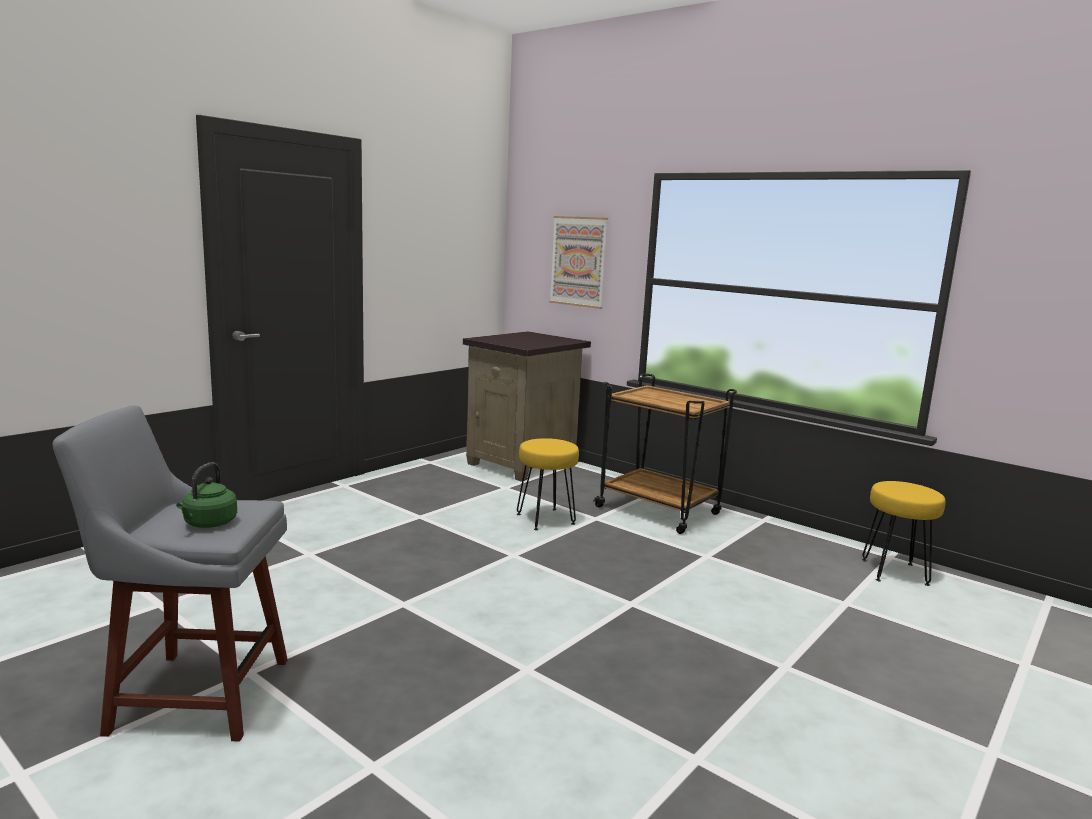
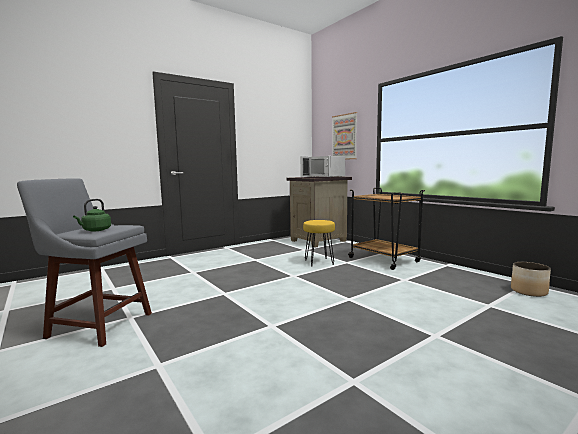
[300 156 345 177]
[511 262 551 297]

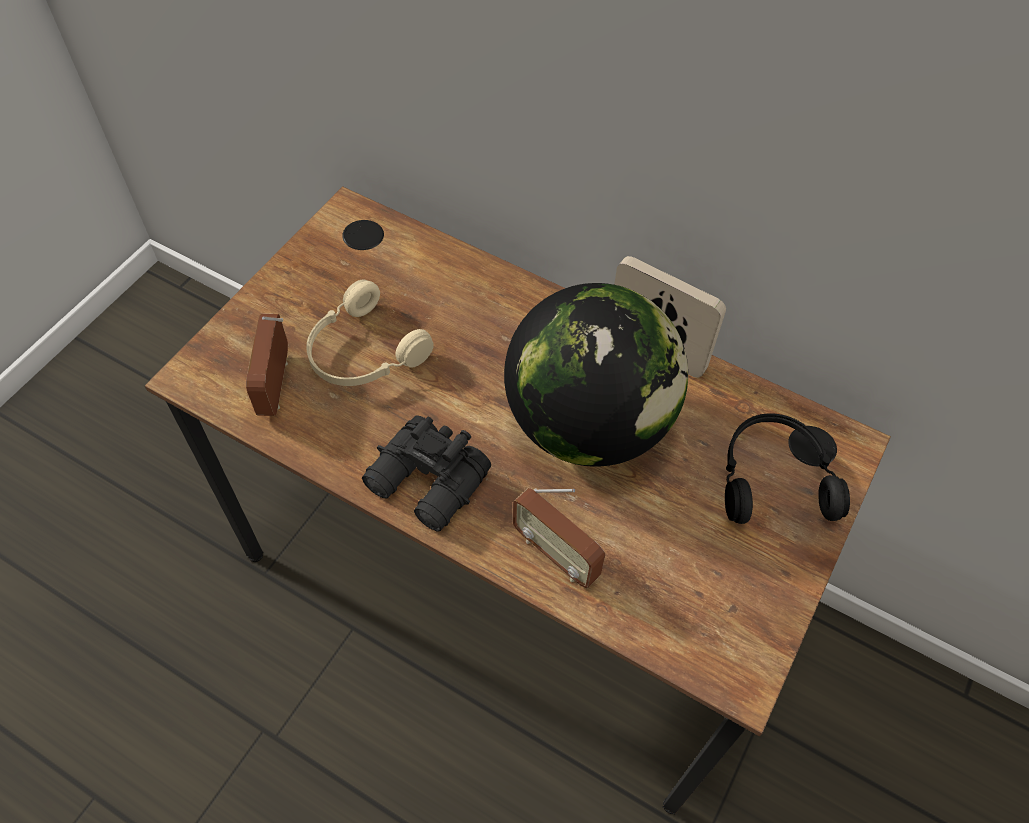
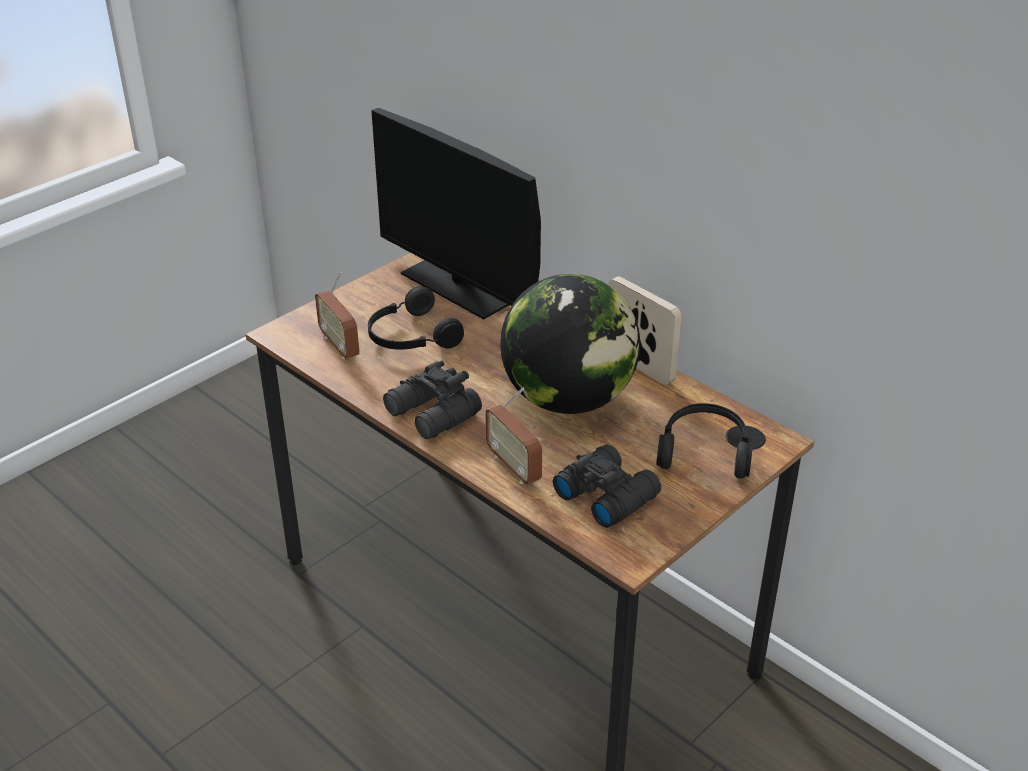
[315 272 359 359]
[368 286 464 350]
[371 108 541 319]
[553 444 661 528]

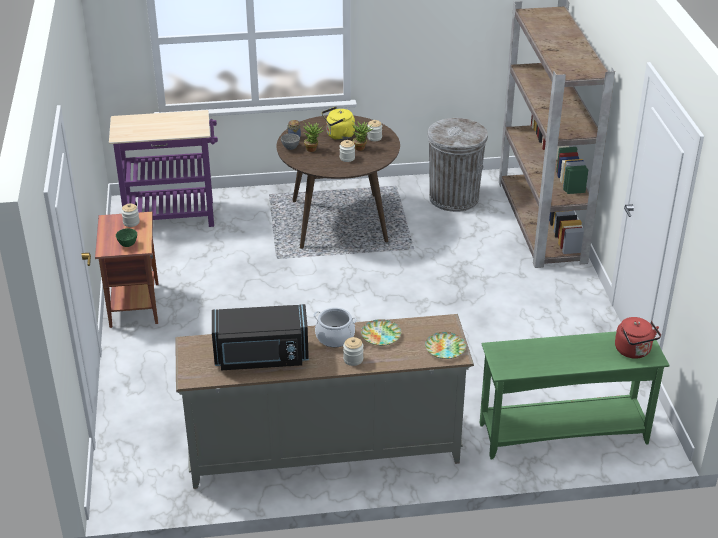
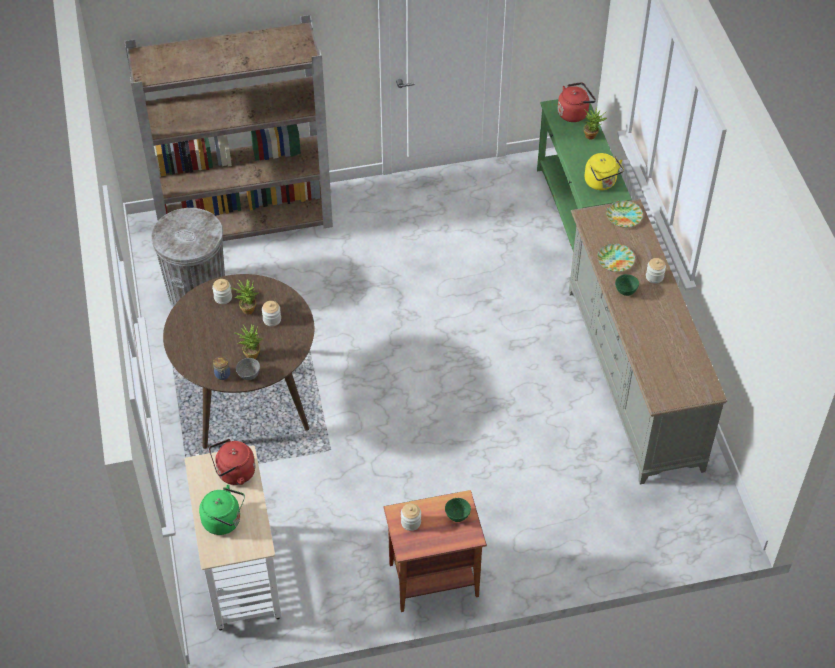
[185 445 282 631]
[199 484 245 535]
[209 439 255 485]
[584 107 607 140]
[584 153 624 190]
[615 274 639 296]
[212 304 309 370] (first image)

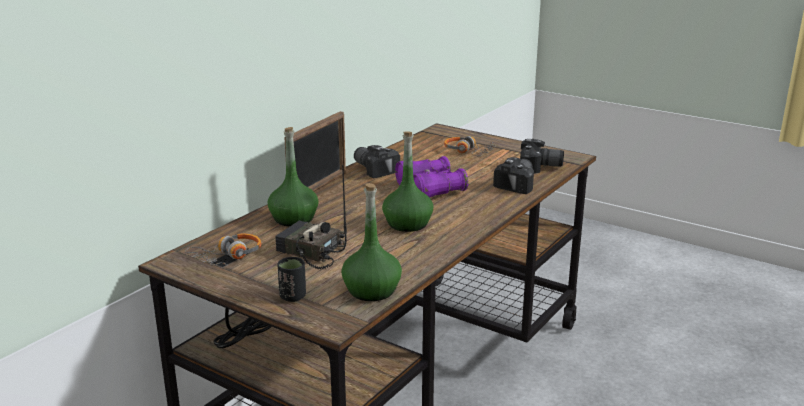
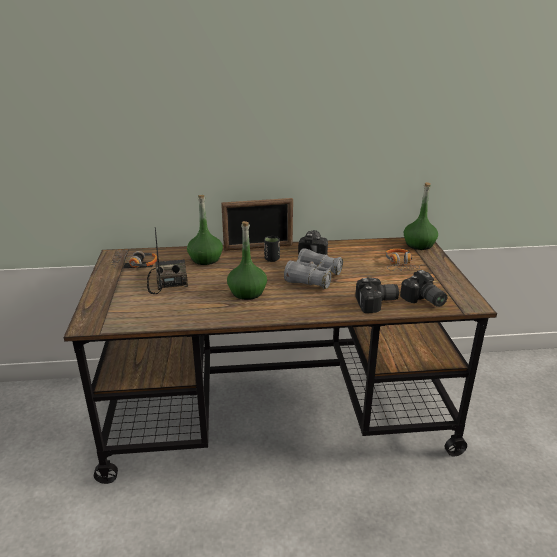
[264 236 280 262]
[284 248 343 289]
[404 182 438 250]

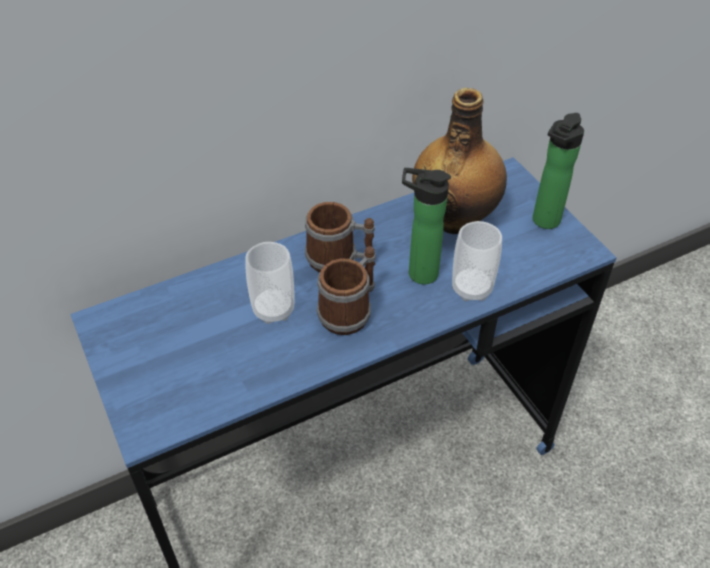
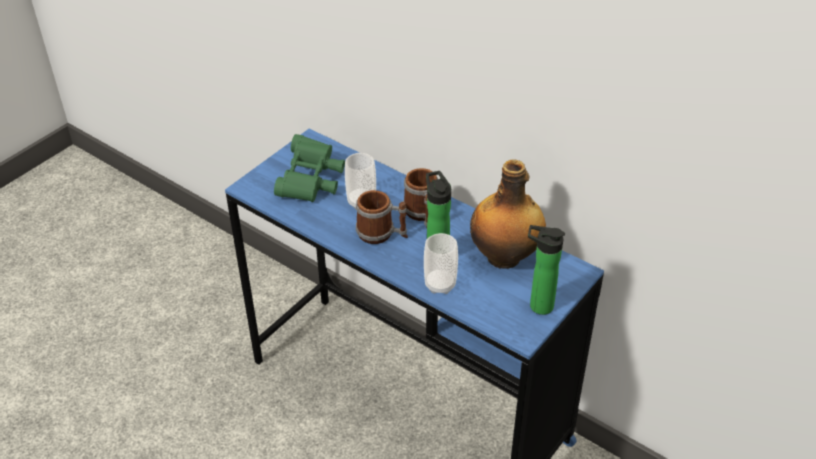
[274 134 345 202]

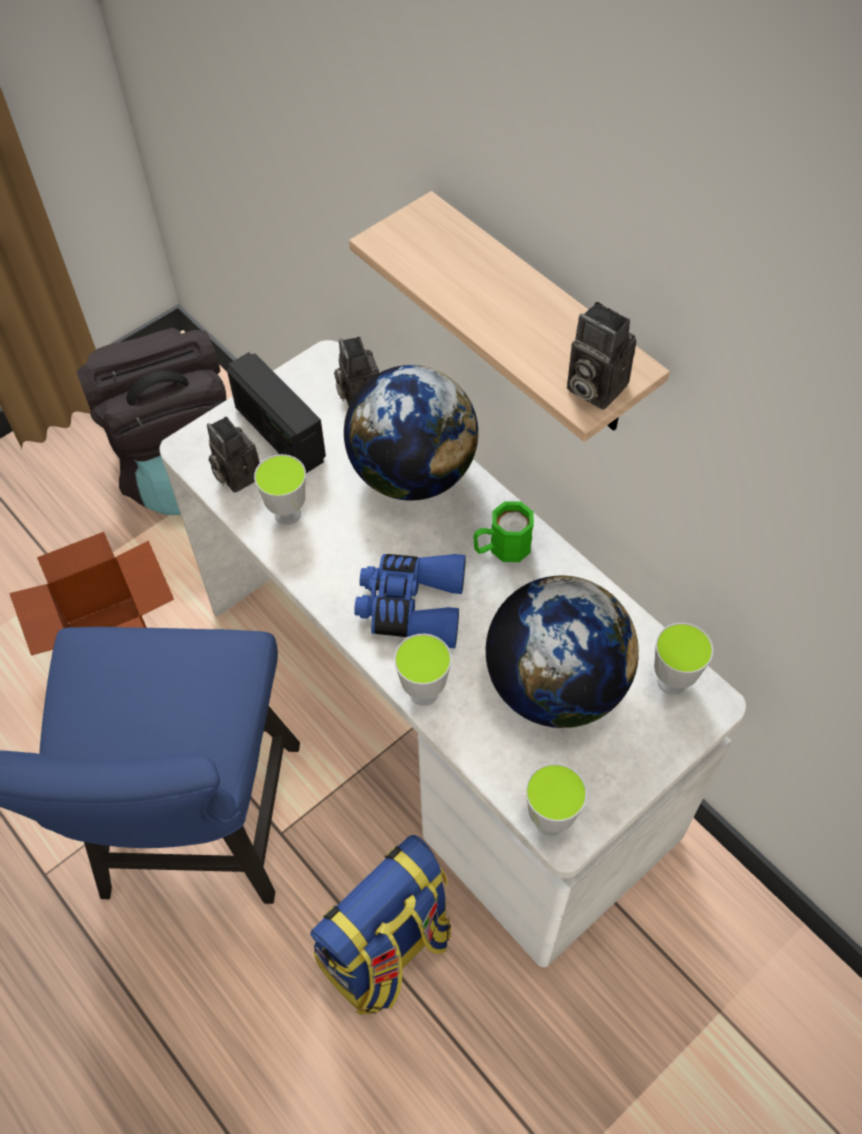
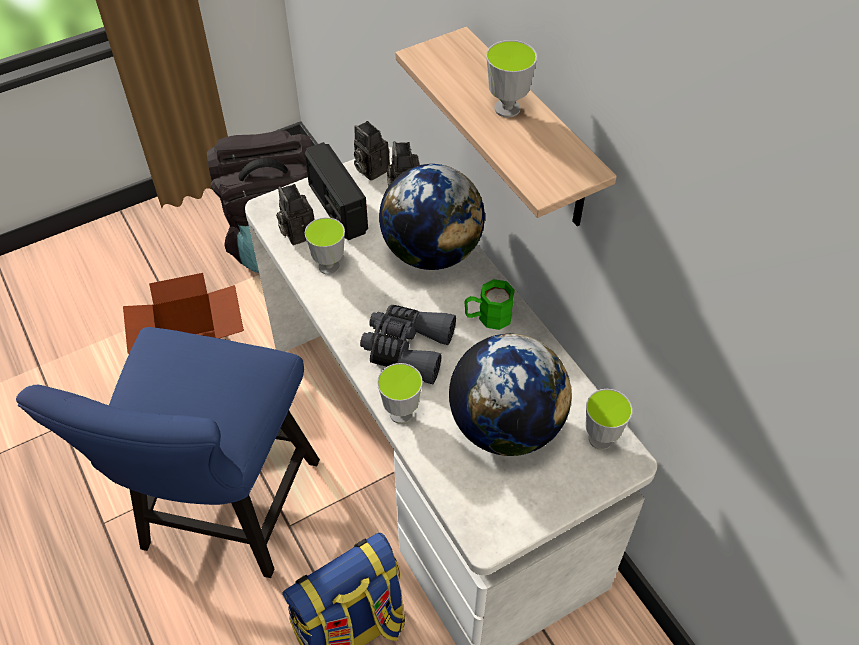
[354 121 390 181]
[360 305 456 384]
[486 40 537 118]

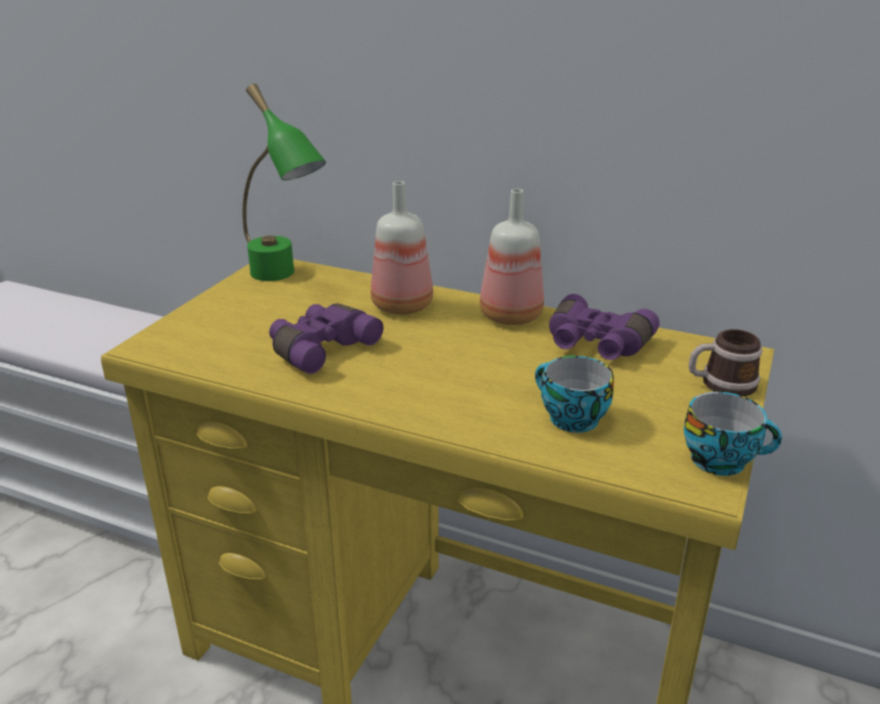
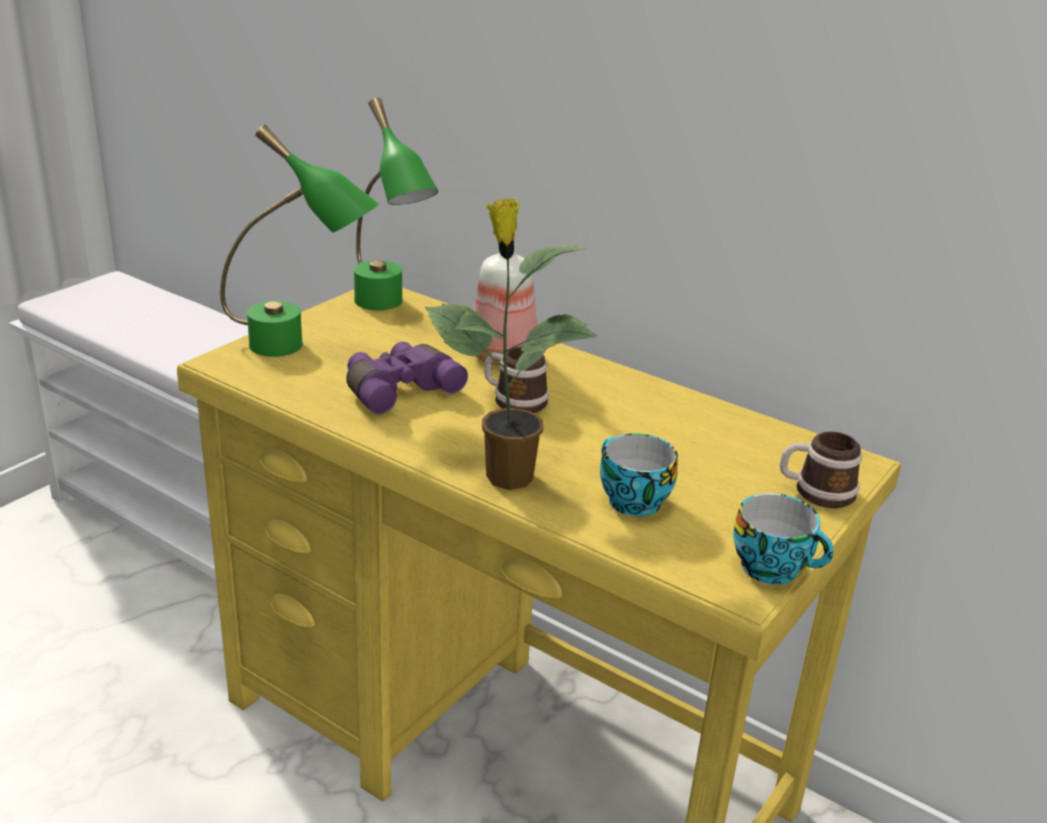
[220 125 379 357]
[425 198 598 490]
[484 347 549 413]
[480 189 544 325] (first image)
[549 294 659 360] (first image)

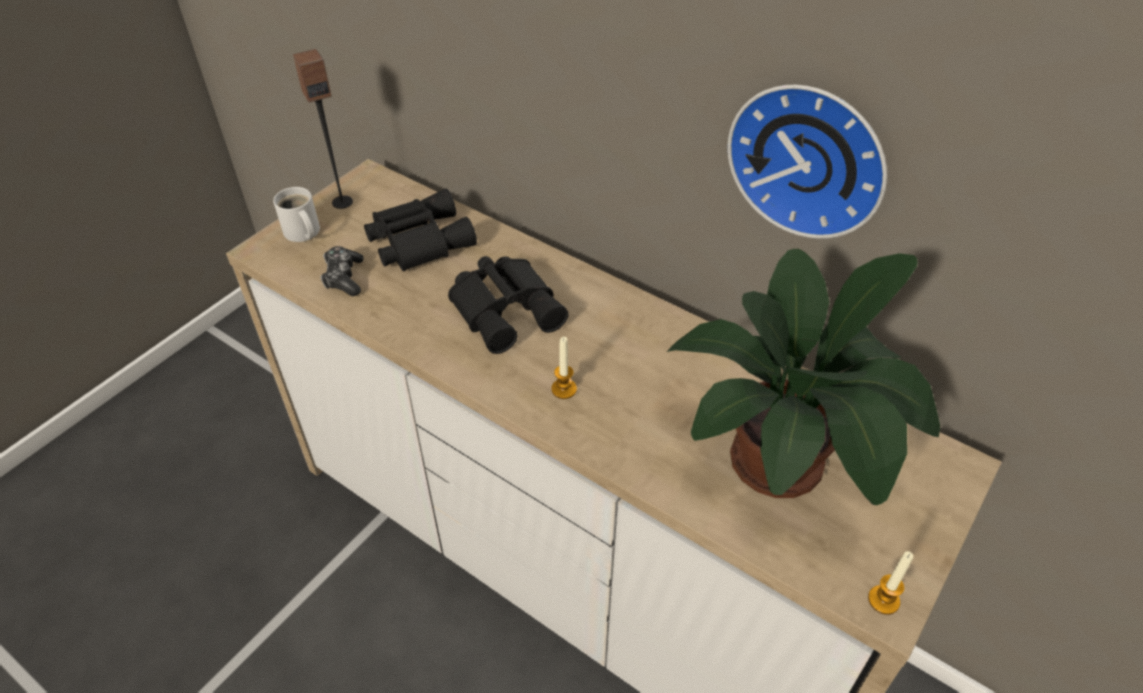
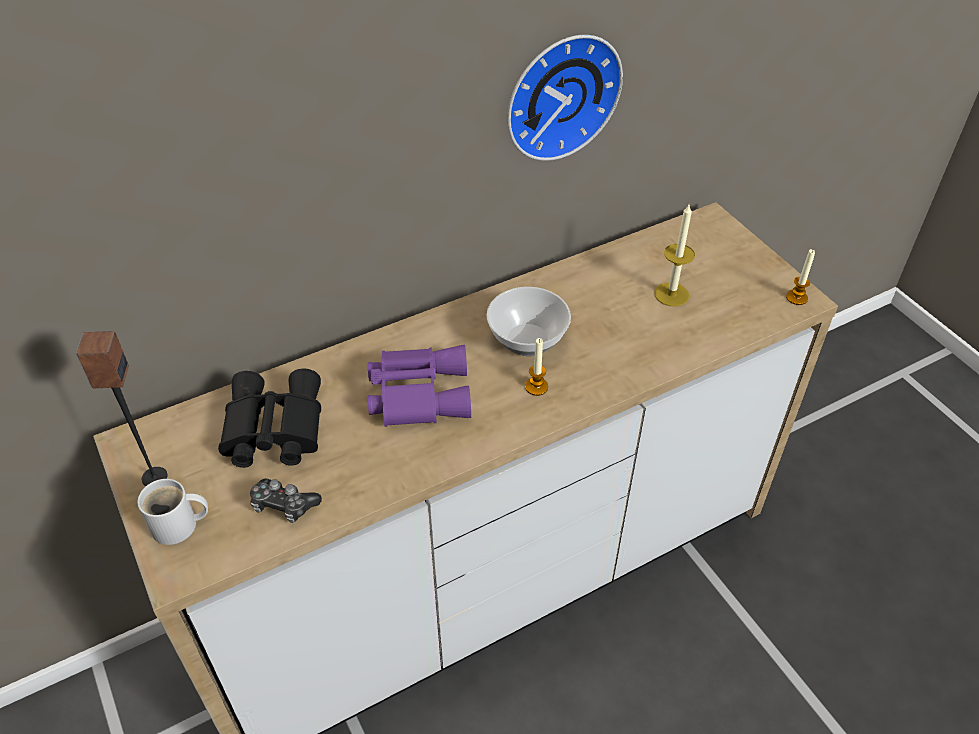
[368 345 471 427]
[486 287 571 356]
[654 205 695 306]

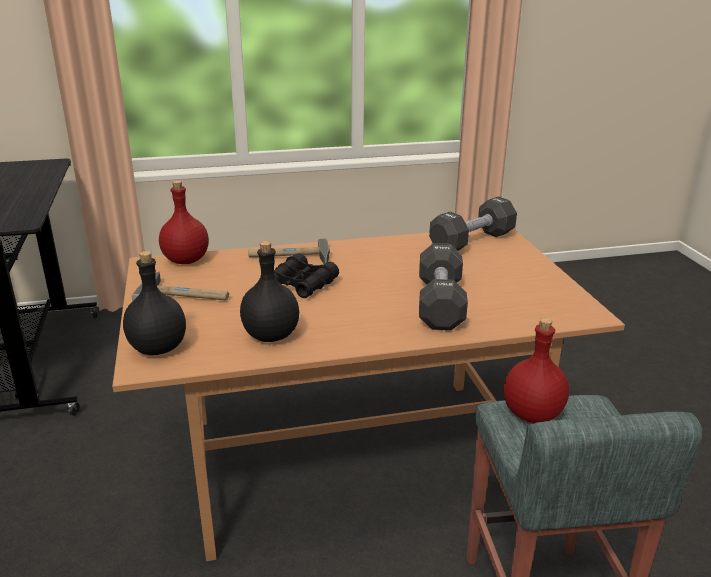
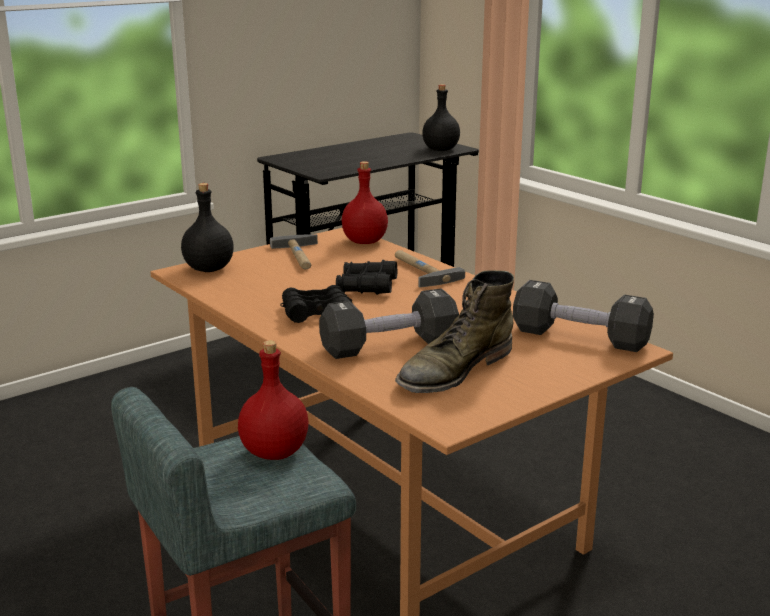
[281 285 352 323]
[395 270 514 393]
[422 84 460 151]

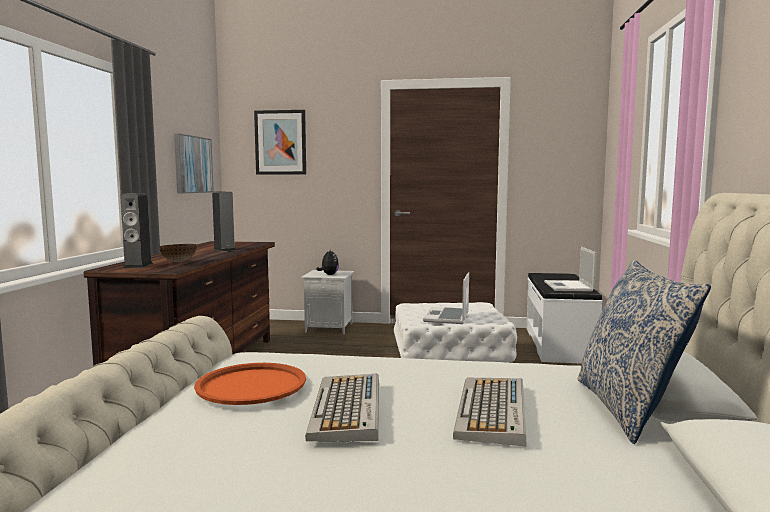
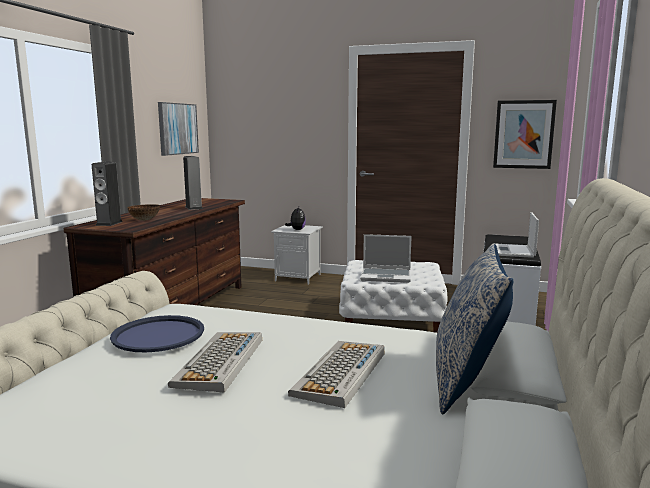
[110 315 204 352]
[360 234 412 283]
[493 100 557 169]

